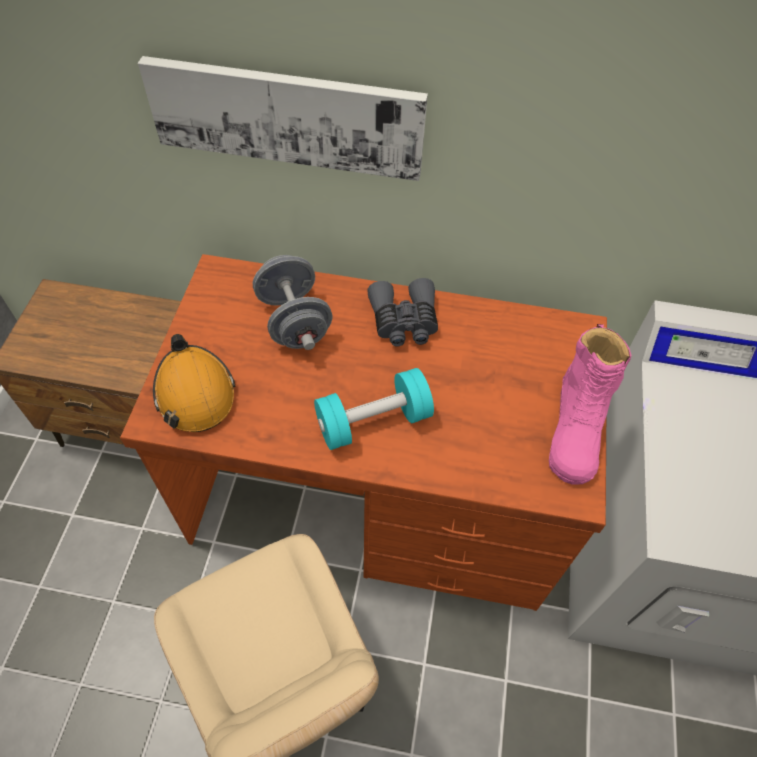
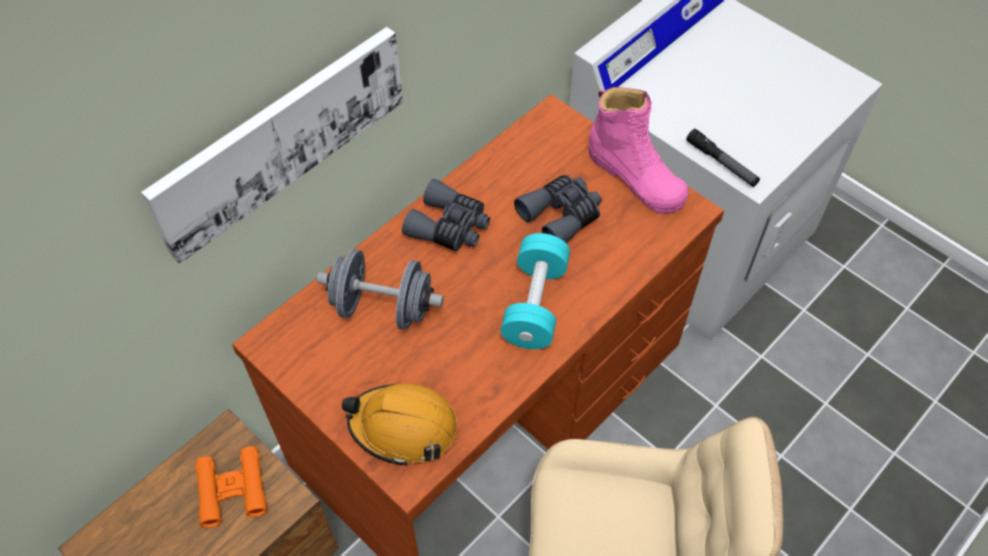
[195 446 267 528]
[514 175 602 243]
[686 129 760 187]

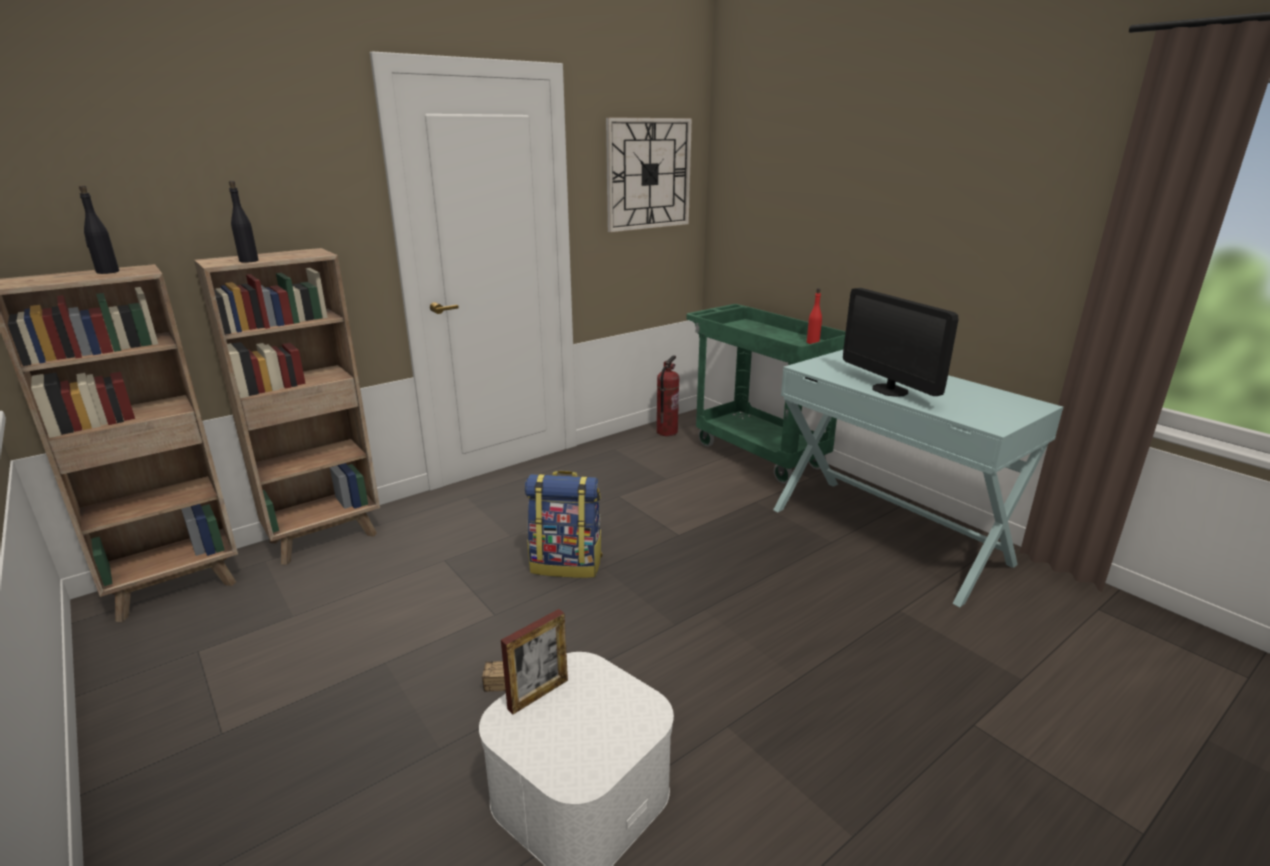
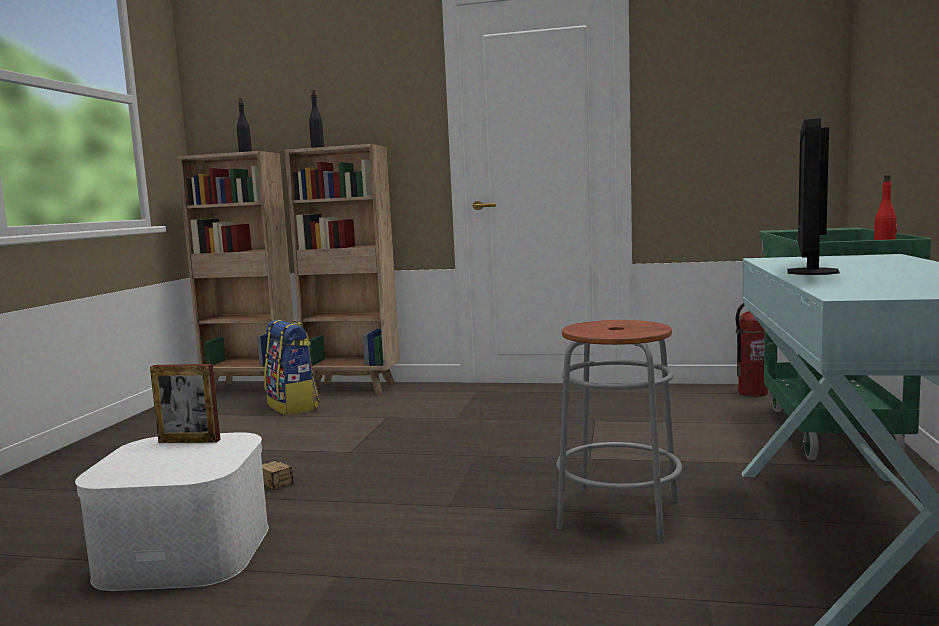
[264 320 320 415]
[557 320 682 543]
[606 117 692 232] (first image)

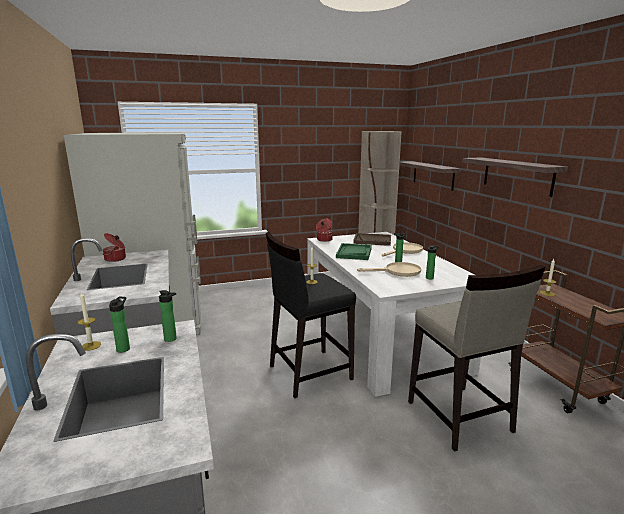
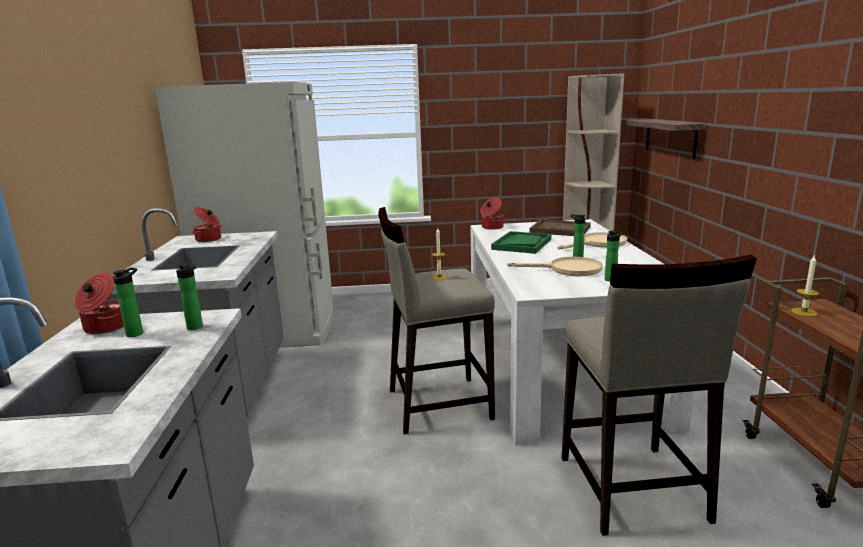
[75 273 124 334]
[378 207 495 434]
[462 158 568 197] (first image)

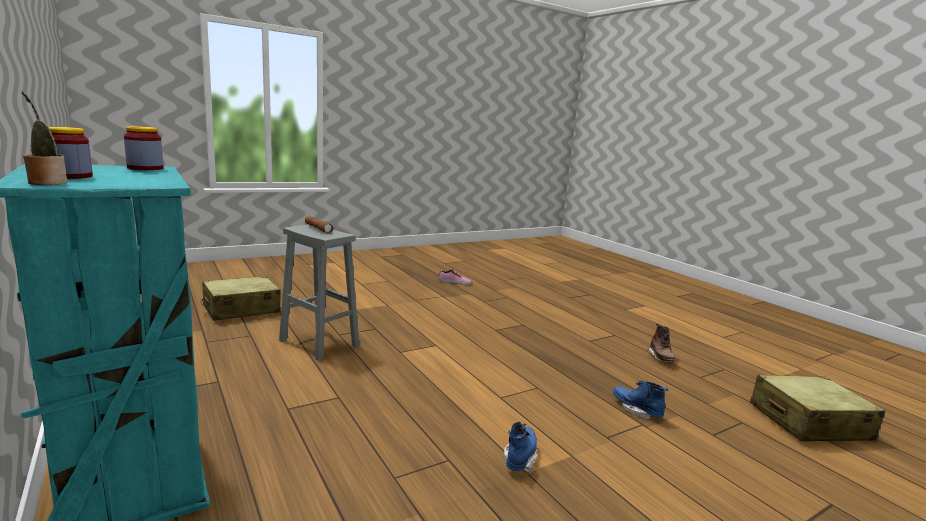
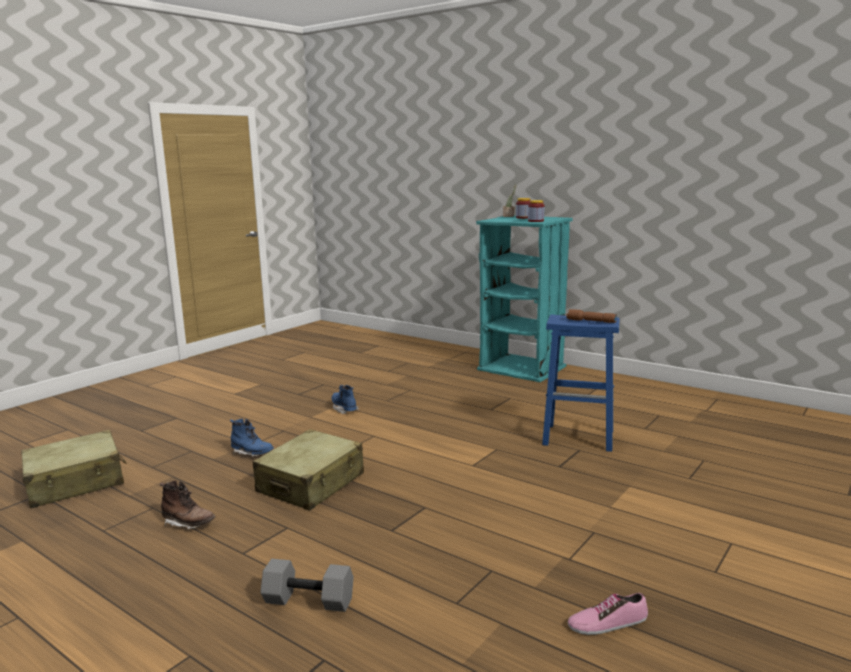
[160 481 215 529]
[253 429 364 511]
[260 559 354 612]
[331 385 359 414]
[542 315 619 452]

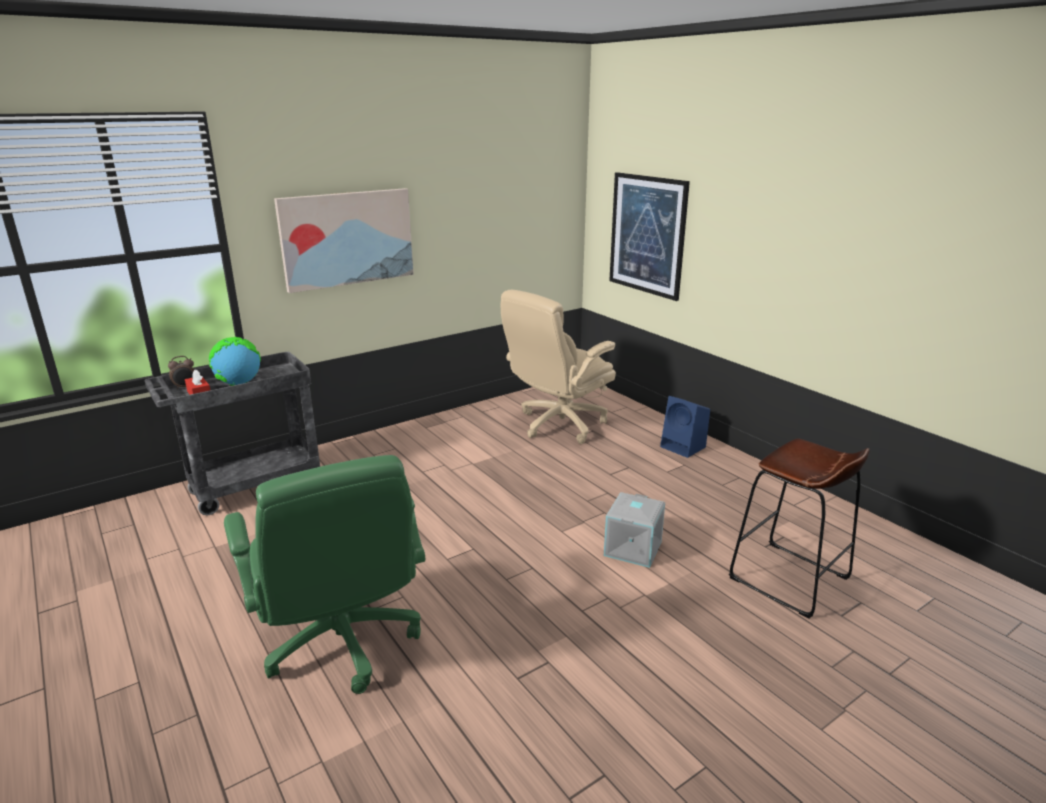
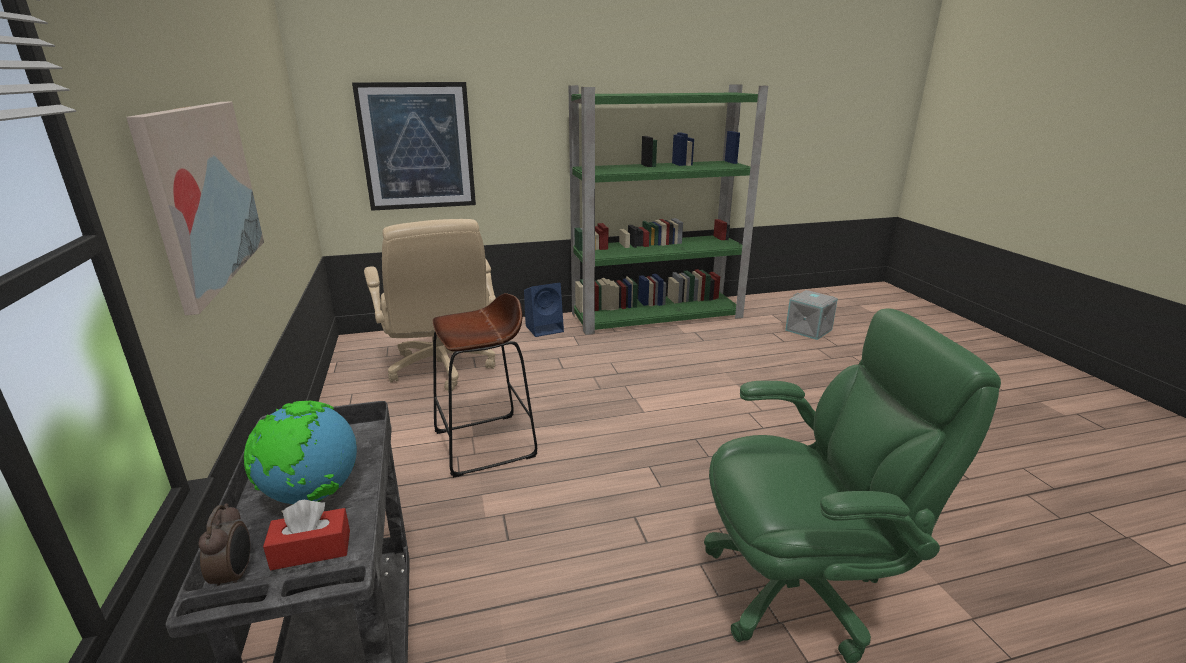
[433 293 537 478]
[569 84 768 335]
[785 290 838 340]

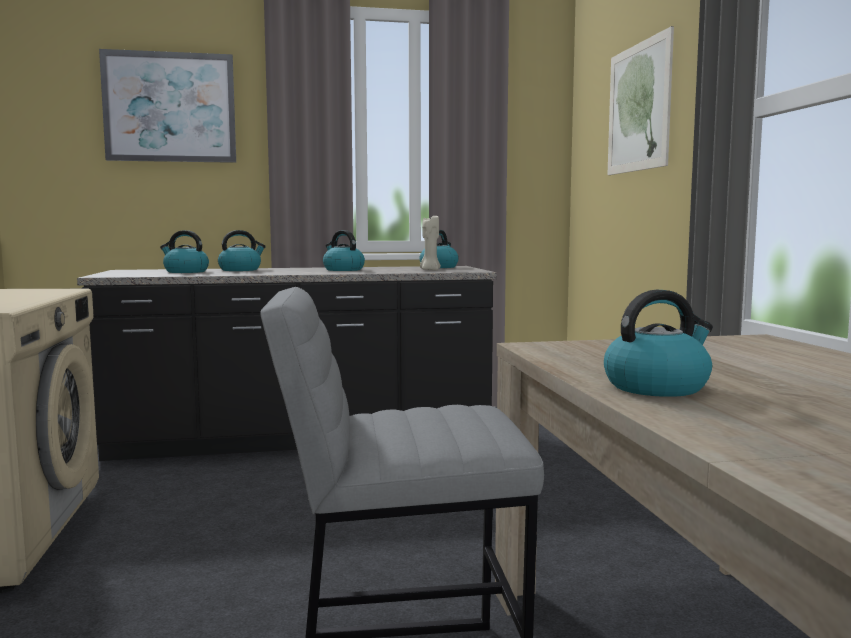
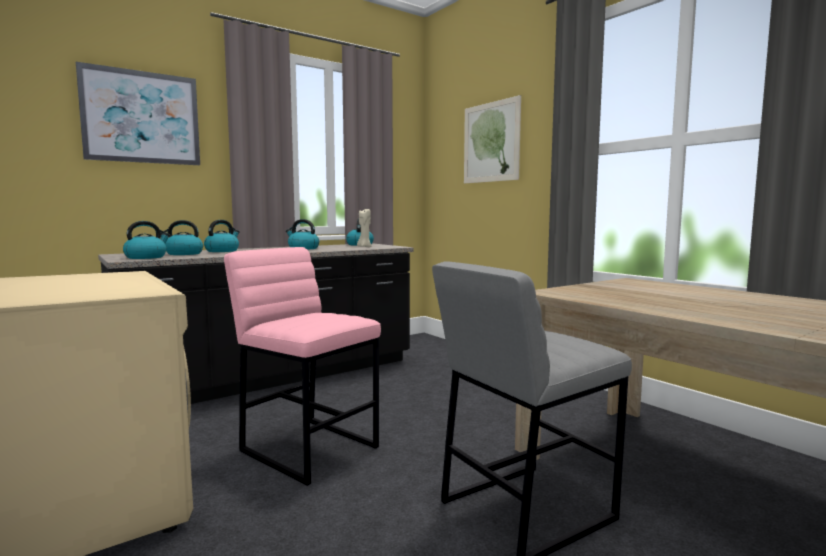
[123 221 170 259]
[224 247 381 486]

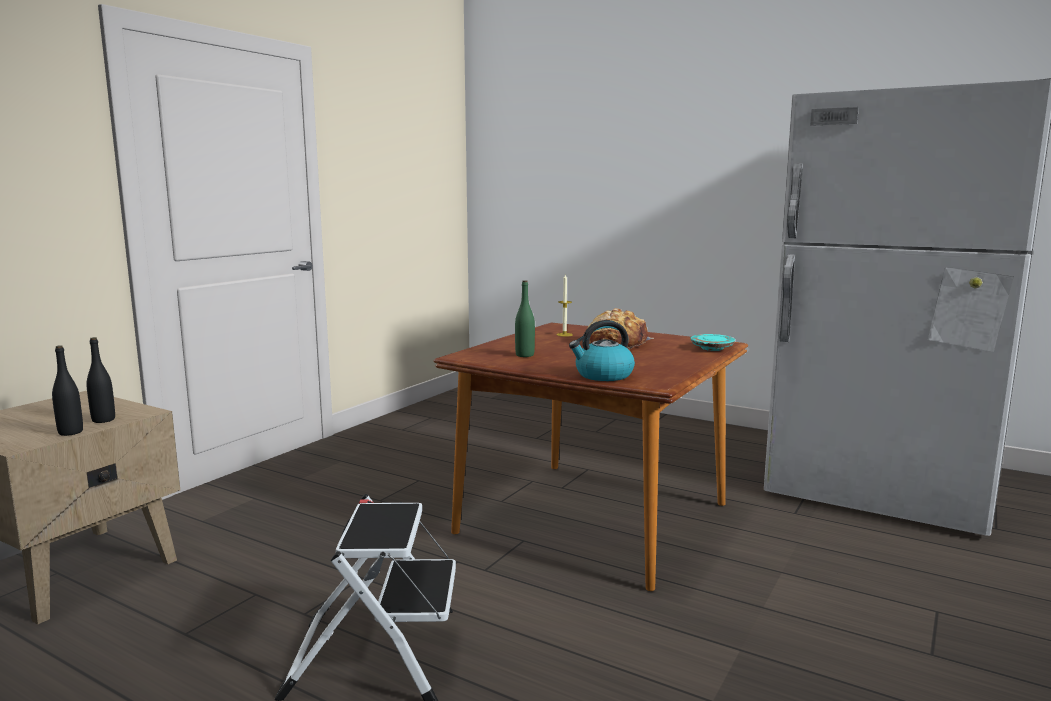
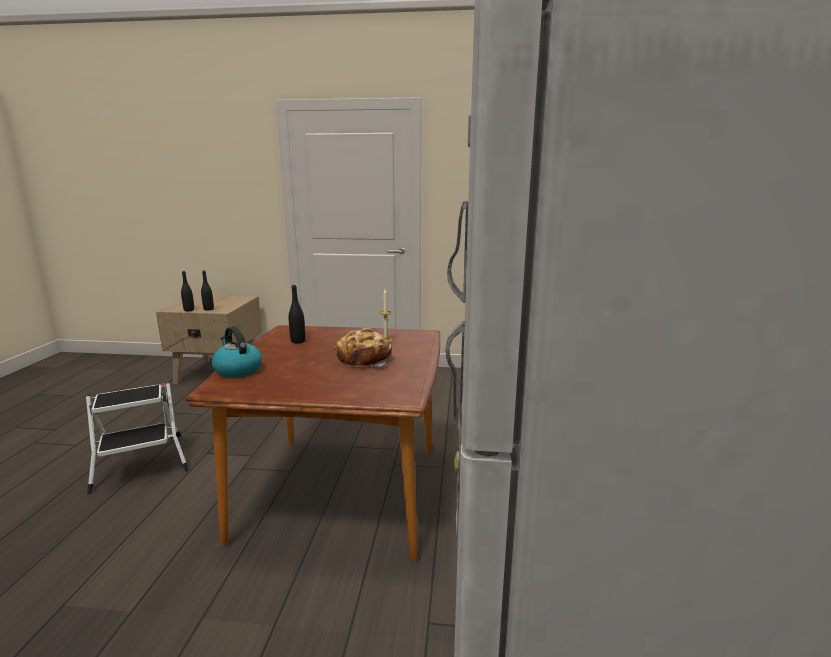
[289 285 305 343]
[691 334 735 351] (first image)

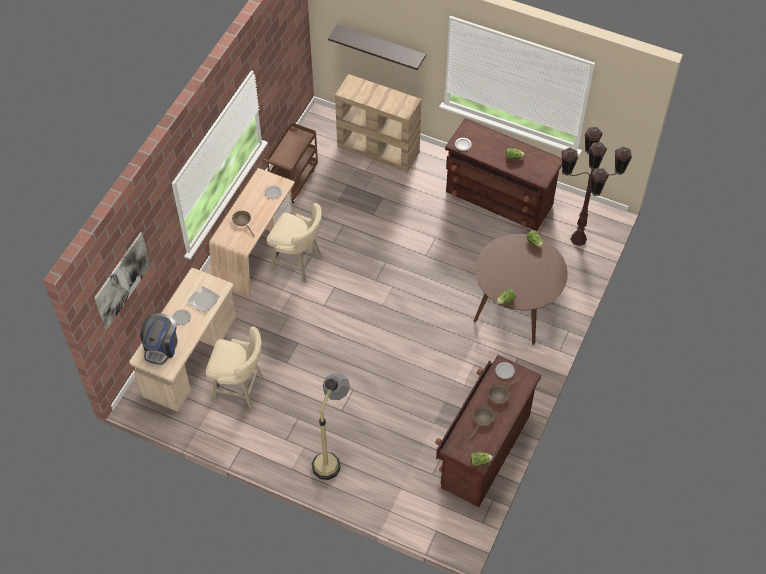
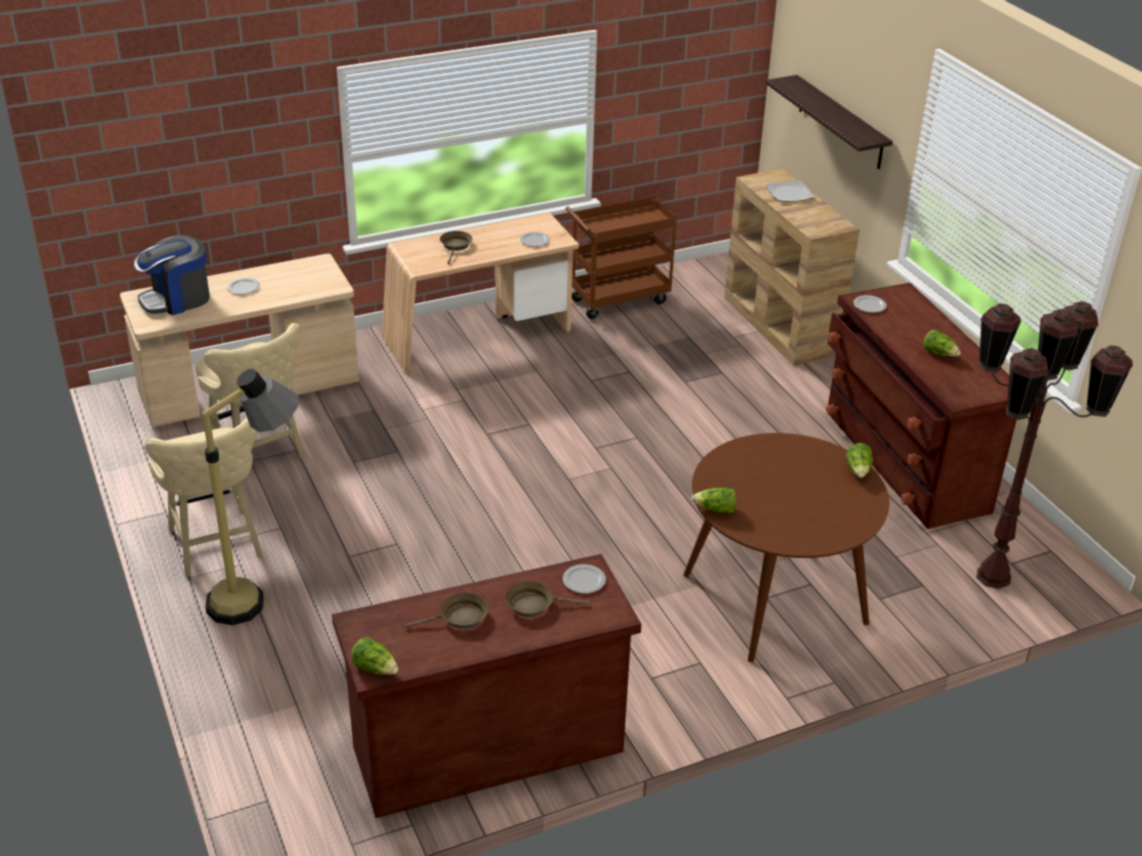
[145 418 263 577]
[766 181 814 202]
[94 232 151 330] (first image)

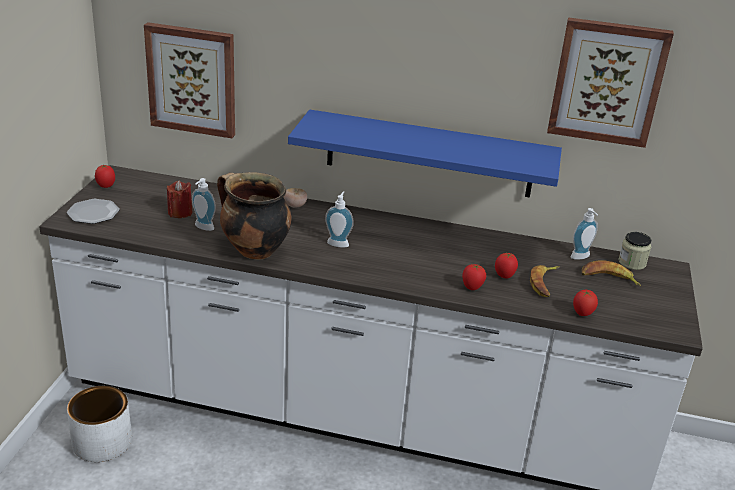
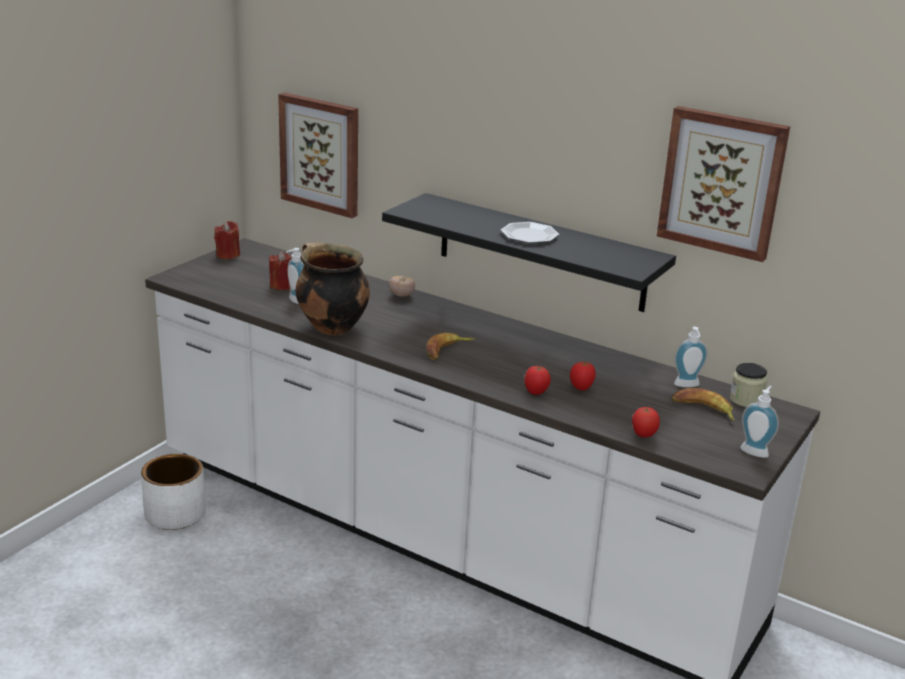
[214 221 240 259]
[382 193 676 312]
[426 333 475 360]
[501 222 559 243]
[741 386 779 458]

